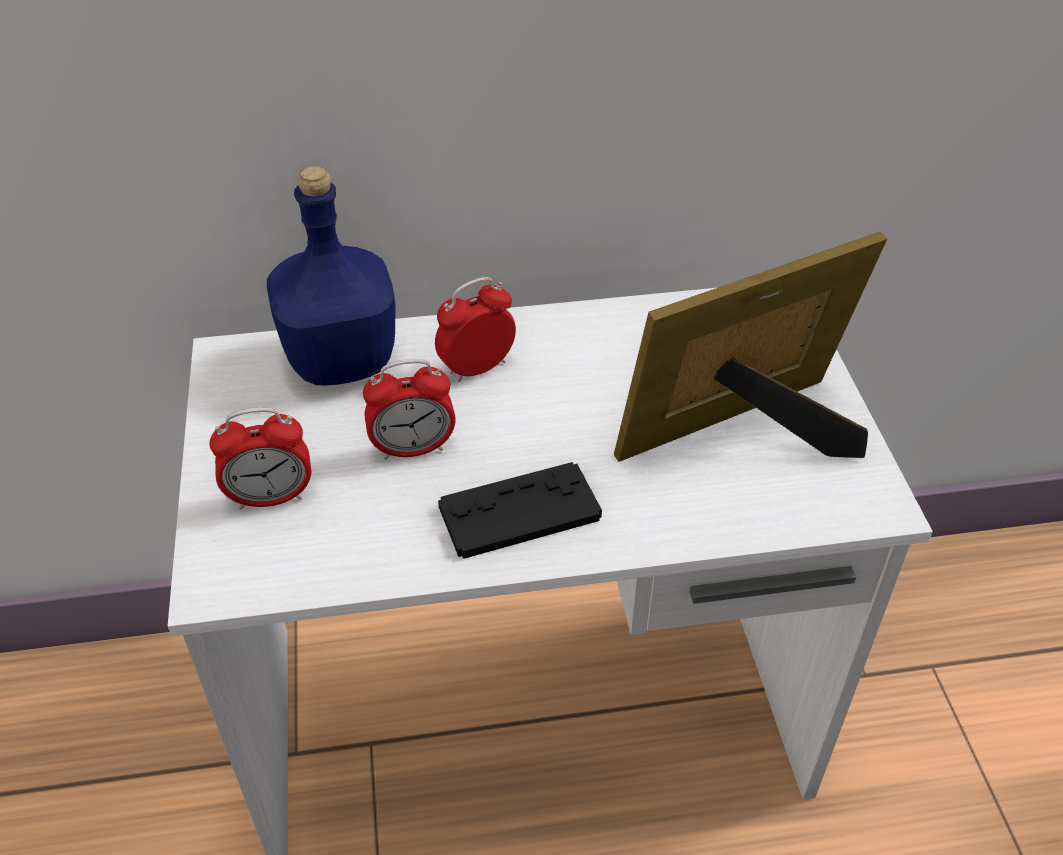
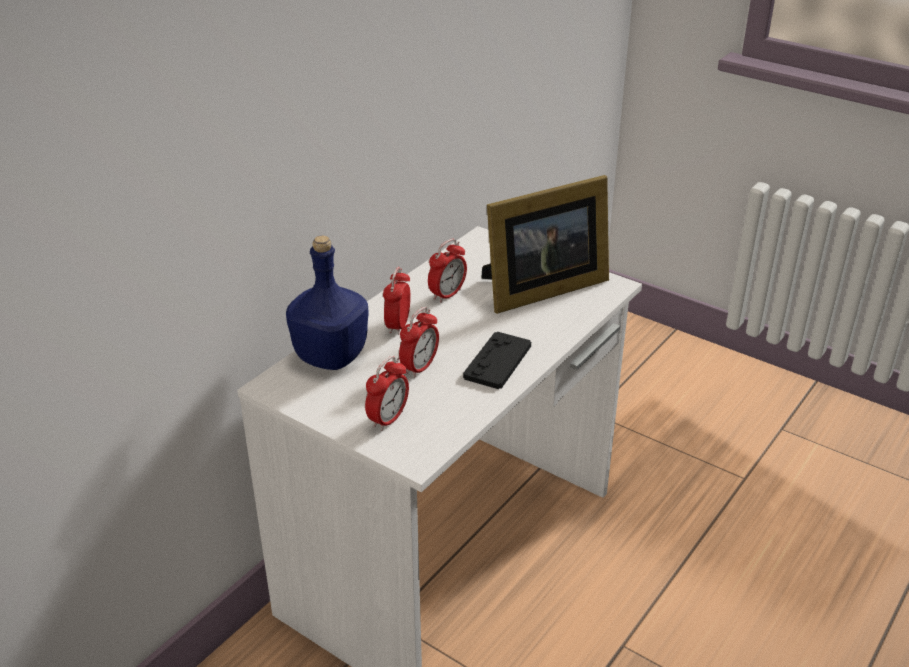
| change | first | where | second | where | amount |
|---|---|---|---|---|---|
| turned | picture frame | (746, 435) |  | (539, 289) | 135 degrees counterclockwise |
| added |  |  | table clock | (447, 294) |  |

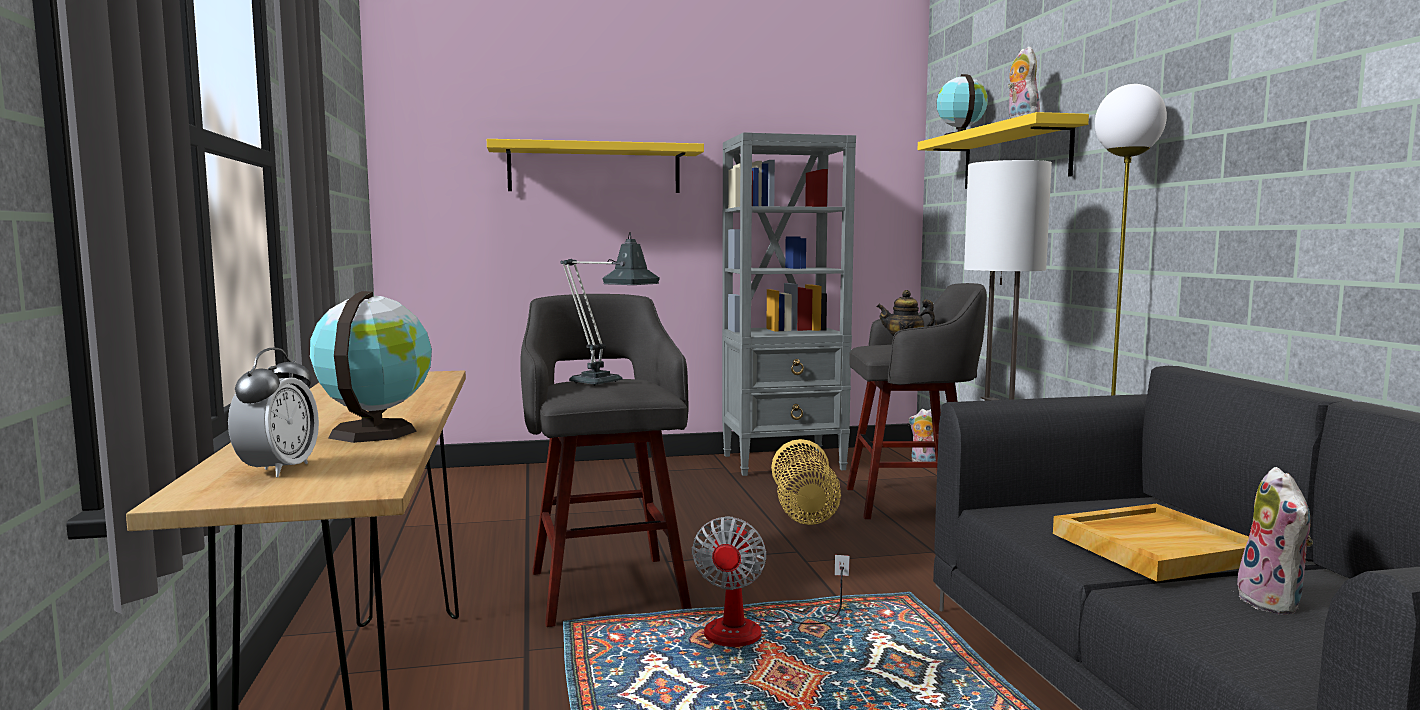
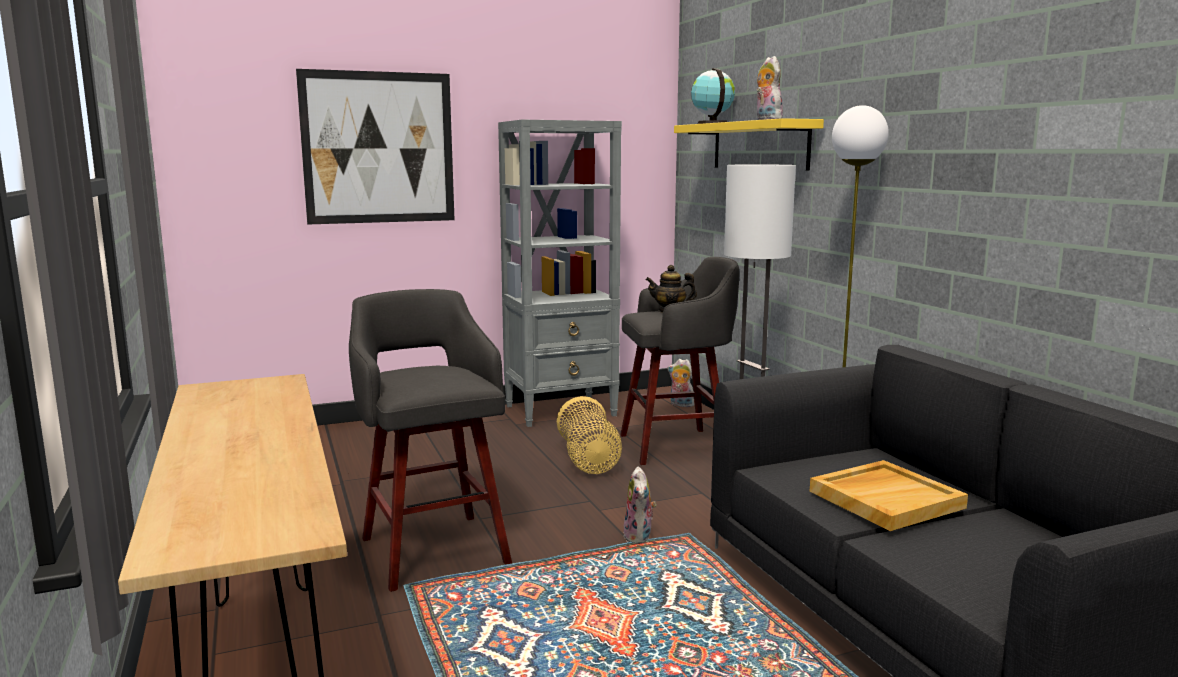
| change | first | where | second | where | amount |
|---|---|---|---|---|---|
| replaced | shelf/yellowish | (594, 169) | wall art | (379, 148) |  |
| removed | lamp for a table | (604, 383) |  |  |  |
| removed | world globe | (374, 431) |  |  |  |
| removed | table clock | (278, 470) |  |  |  |
| moved | cuddly toy | (1275, 603) |  | (639, 537) |  |
| removed | cooling fan | (752, 630) |  |  |  |

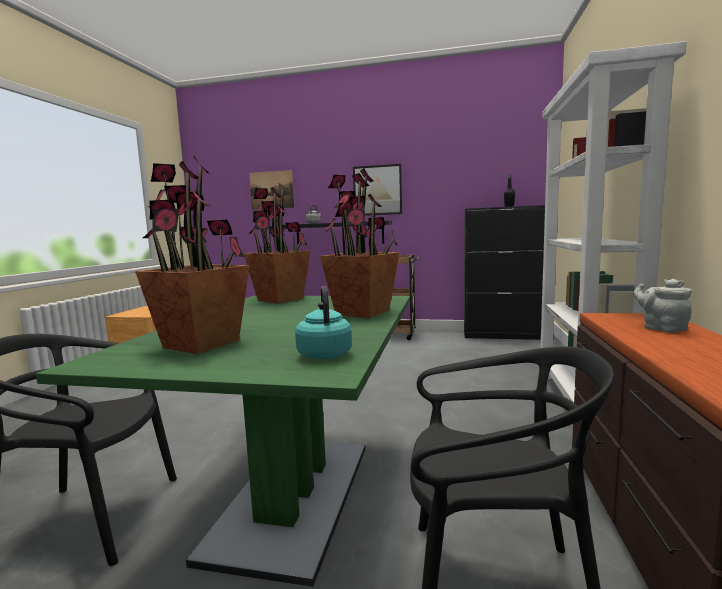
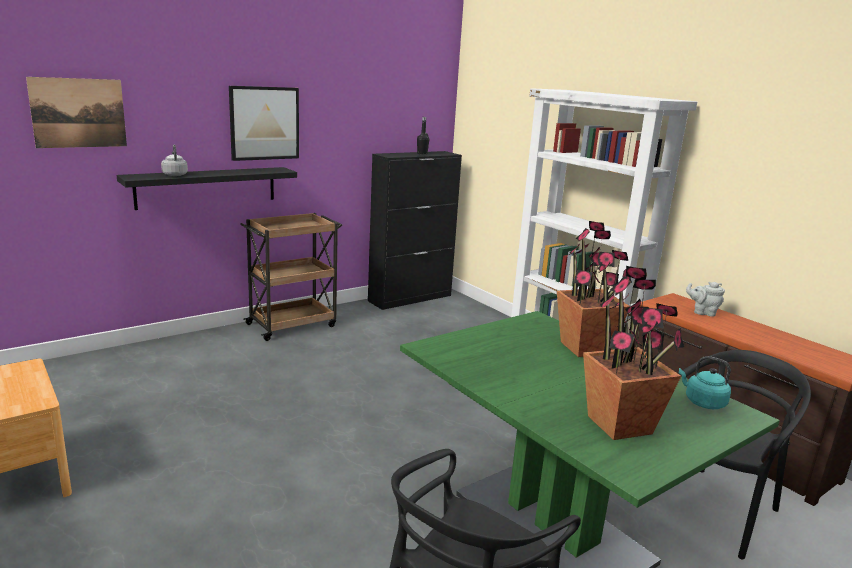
| change | first | where | second | where | amount |
|---|---|---|---|---|---|
| removed | potted plant | (280, 299) |  |  |  |

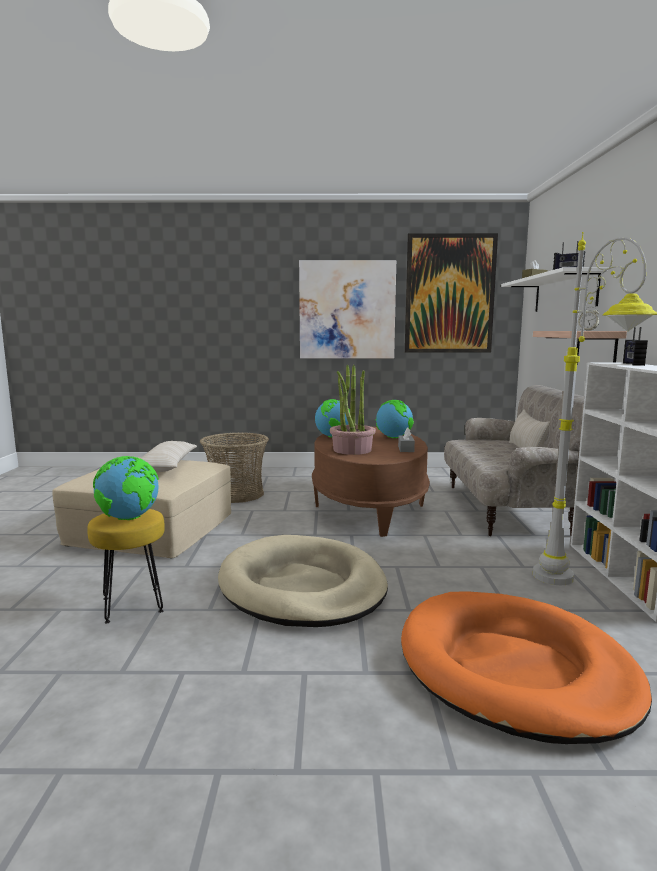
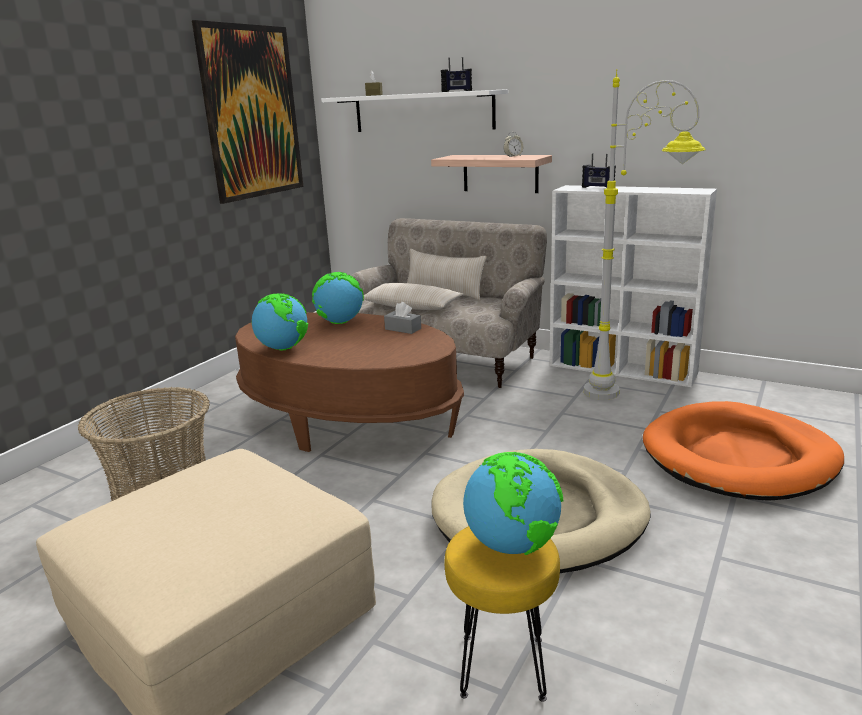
| change | first | where | second | where | amount |
|---|---|---|---|---|---|
| removed | wall art | (347, 310) |  |  |  |
| removed | potted plant | (352, 450) |  |  |  |
| moved | throw pillow/sand-coloured | (166, 466) |  | (411, 306) |  |

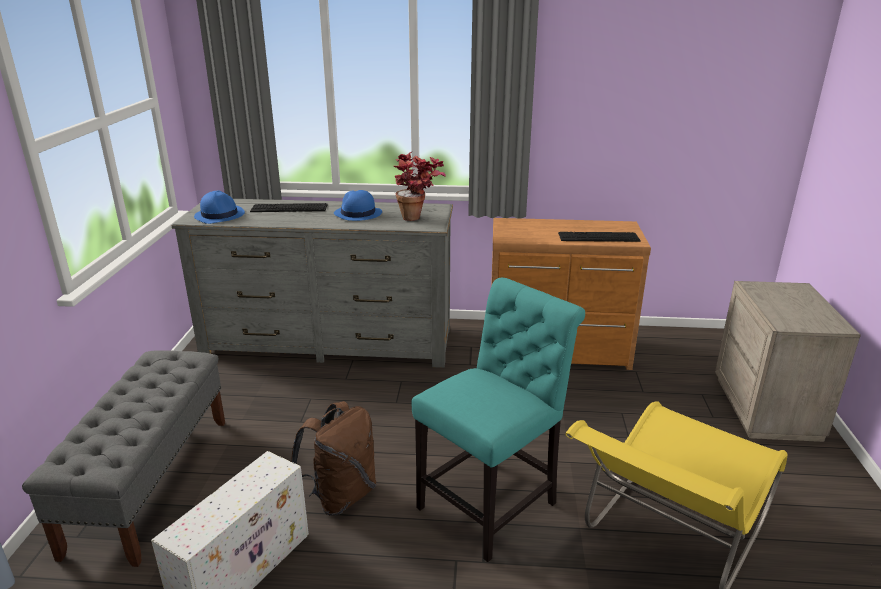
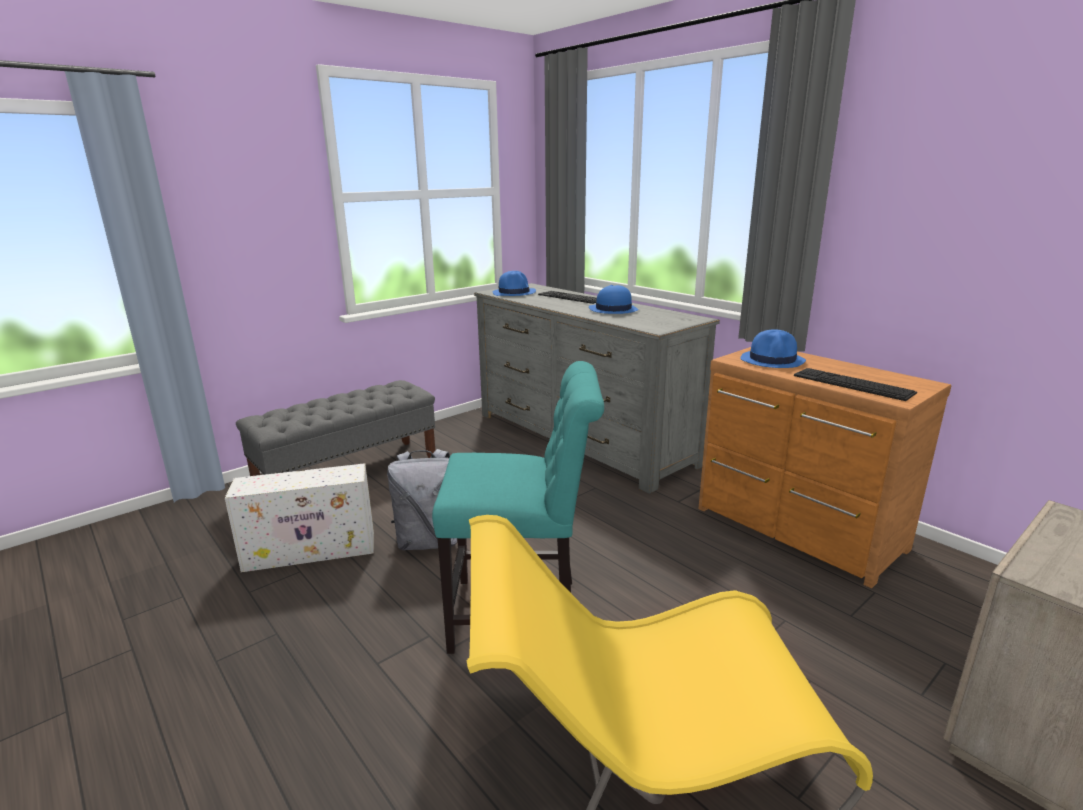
| change | first | where | second | where | amount |
|---|---|---|---|---|---|
| removed | potted plant | (418, 218) |  |  |  |
| recoloured | backpack/brown-coloured | (341, 495) | backpack/gray | (429, 541) |  |
| added |  |  | clothing hat/bluish | (772, 360) |  |

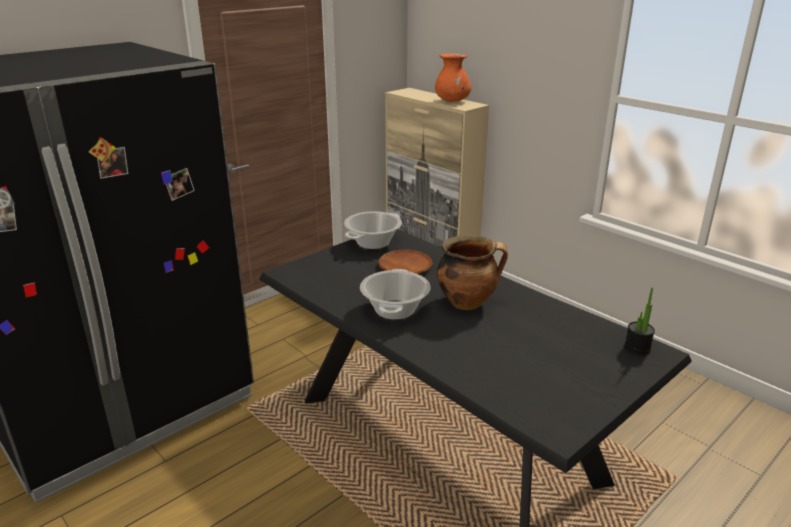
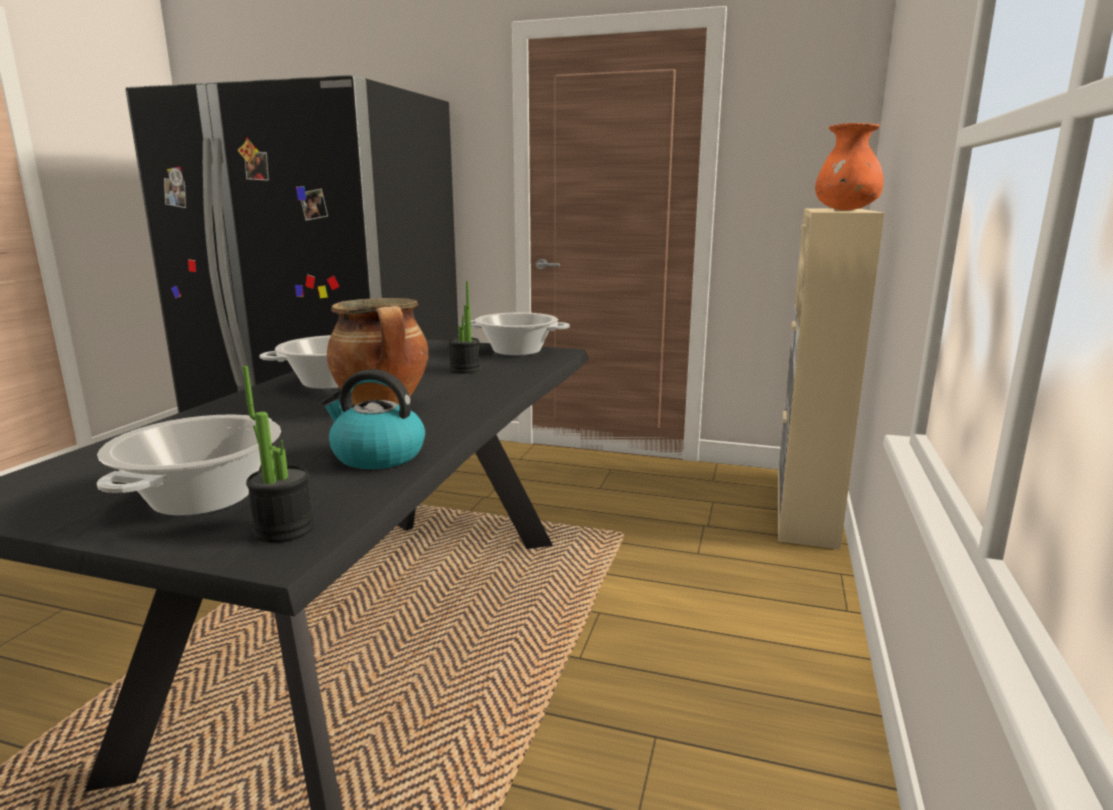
| change | first | where | second | where | amount |
|---|---|---|---|---|---|
| replaced | dinner plate/brown-coloured | (405, 266) | potted plant | (465, 369) |  |
| added |  |  | water kettle | (376, 456) |  |
| added |  |  | stockpot | (204, 498) |  |

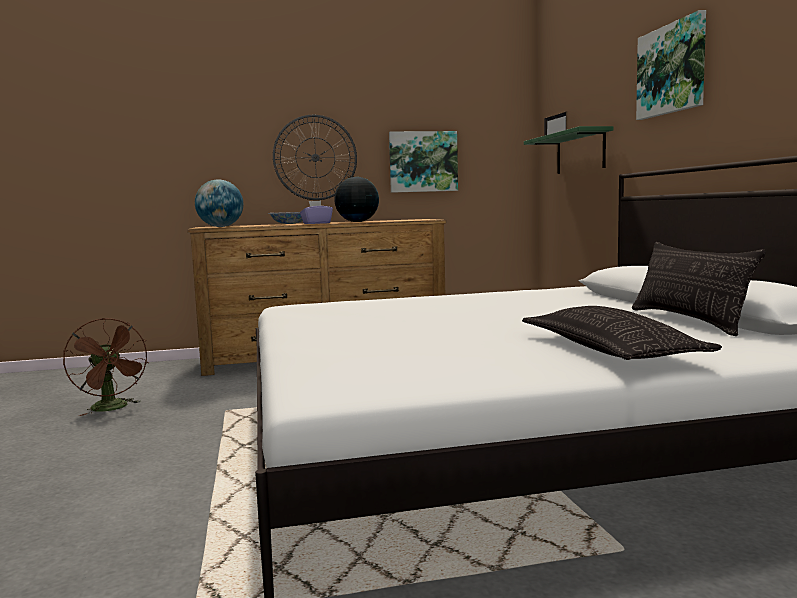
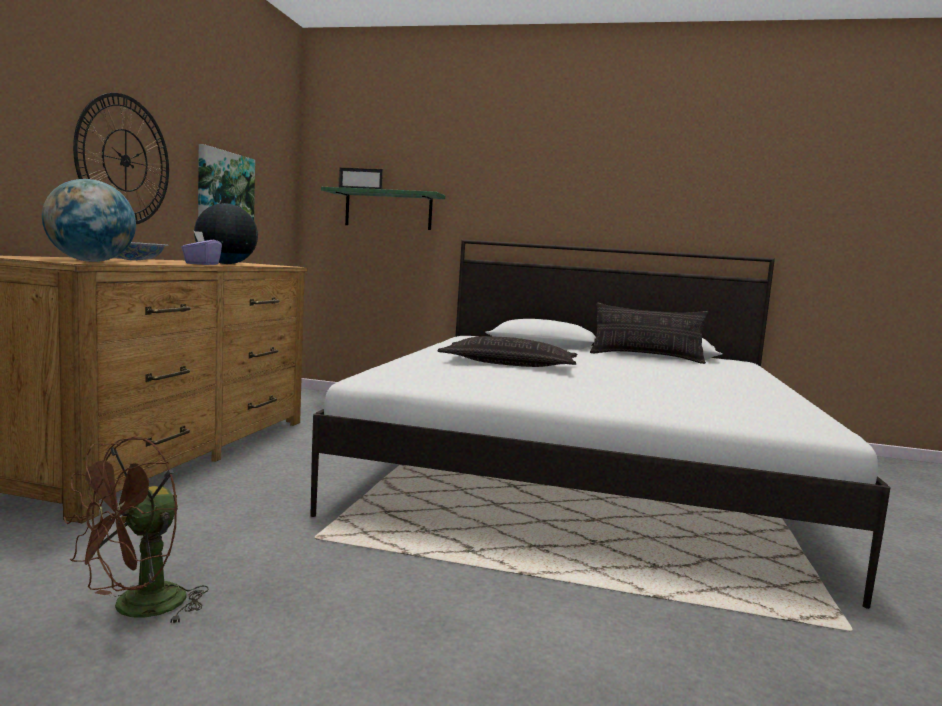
| change | first | where | second | where | amount |
|---|---|---|---|---|---|
| removed | wall art | (672, 69) |  |  |  |
| moved | throw pillow | (609, 350) |  | (509, 364) |  |
| turned | cooling fan/brown-coloured | (113, 408) |  | (137, 609) | 135 degrees clockwise |

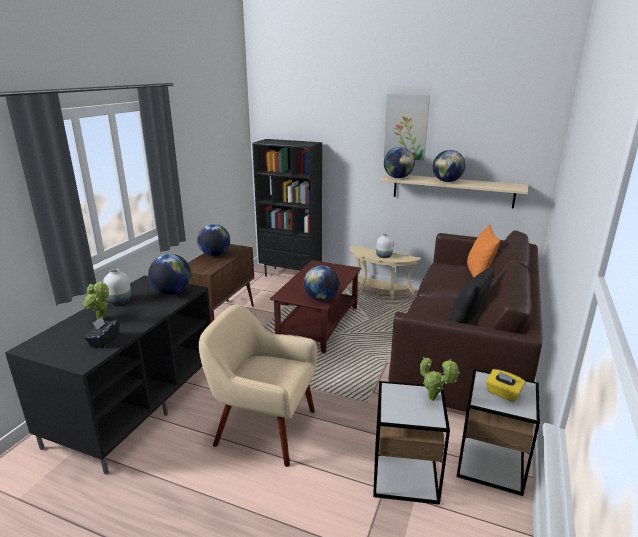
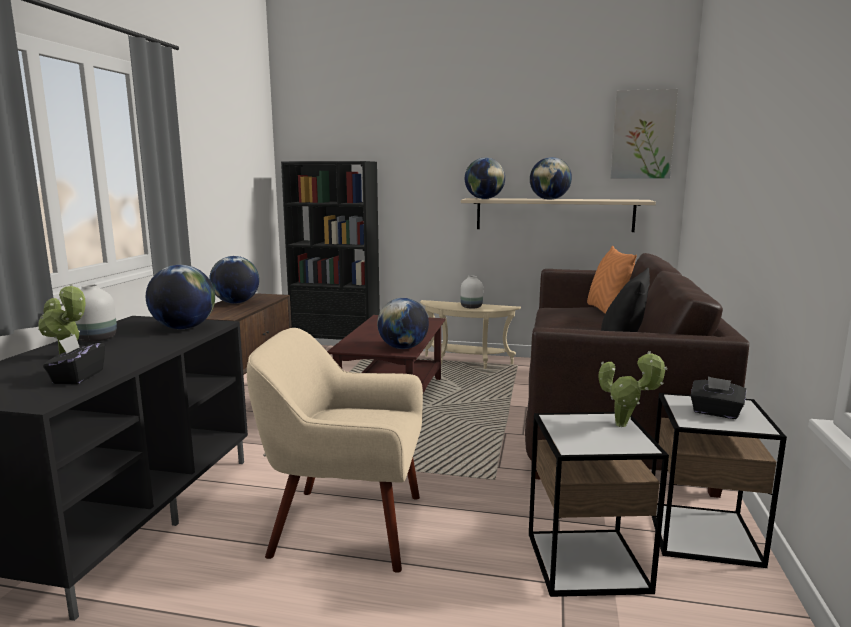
| change | first | where | second | where | amount |
|---|---|---|---|---|---|
| moved | wall art | (406, 127) |  | (642, 135) |  |
| recoloured | tissue holder/yellowish | (503, 393) | tissue holder/blackish | (715, 412) |  |

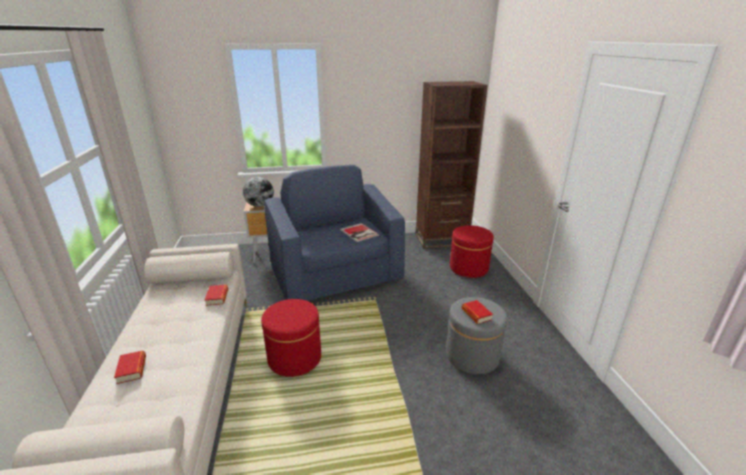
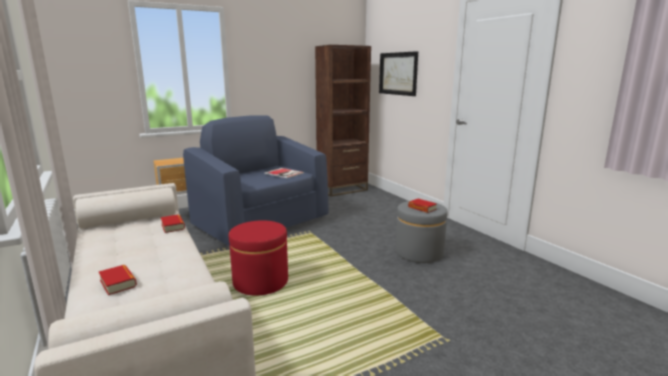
| change | first | where | second | where | amount |
|---|---|---|---|---|---|
| removed | world globe | (260, 206) |  |  |  |
| removed | footrest/red | (468, 268) |  |  |  |
| added |  |  | wall art | (398, 73) |  |

